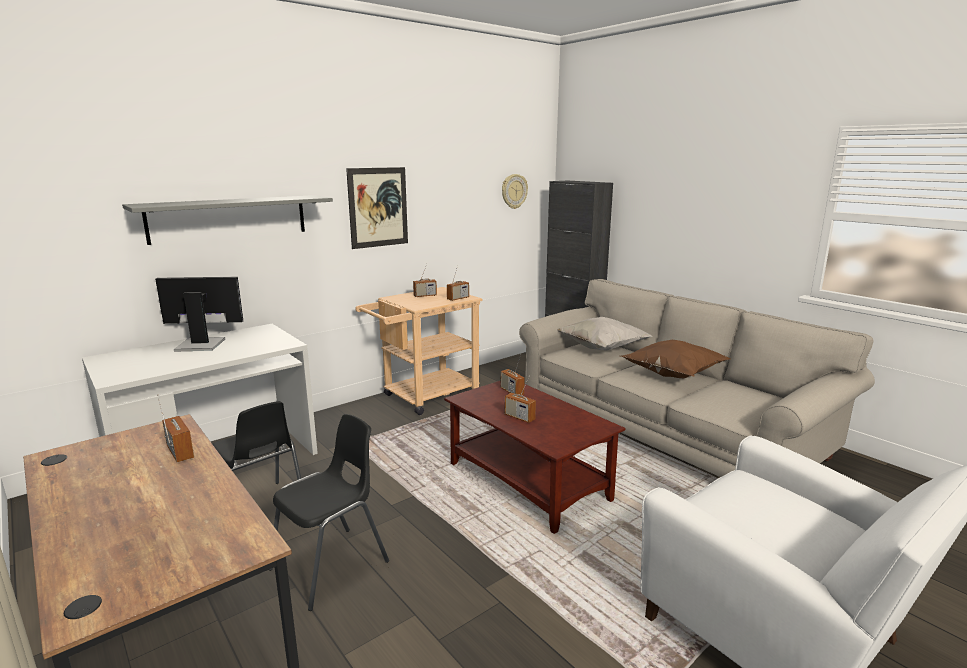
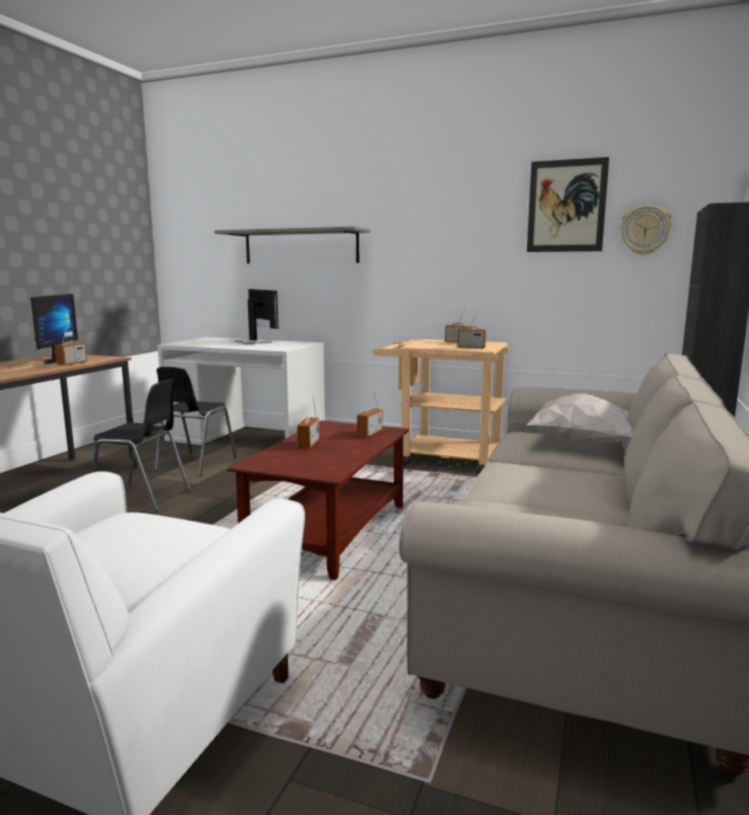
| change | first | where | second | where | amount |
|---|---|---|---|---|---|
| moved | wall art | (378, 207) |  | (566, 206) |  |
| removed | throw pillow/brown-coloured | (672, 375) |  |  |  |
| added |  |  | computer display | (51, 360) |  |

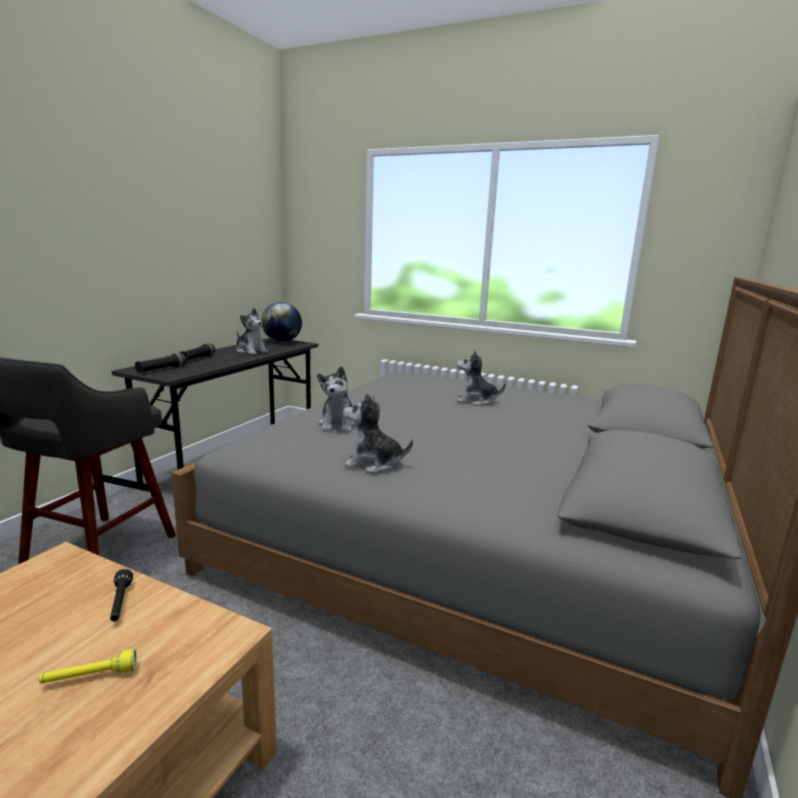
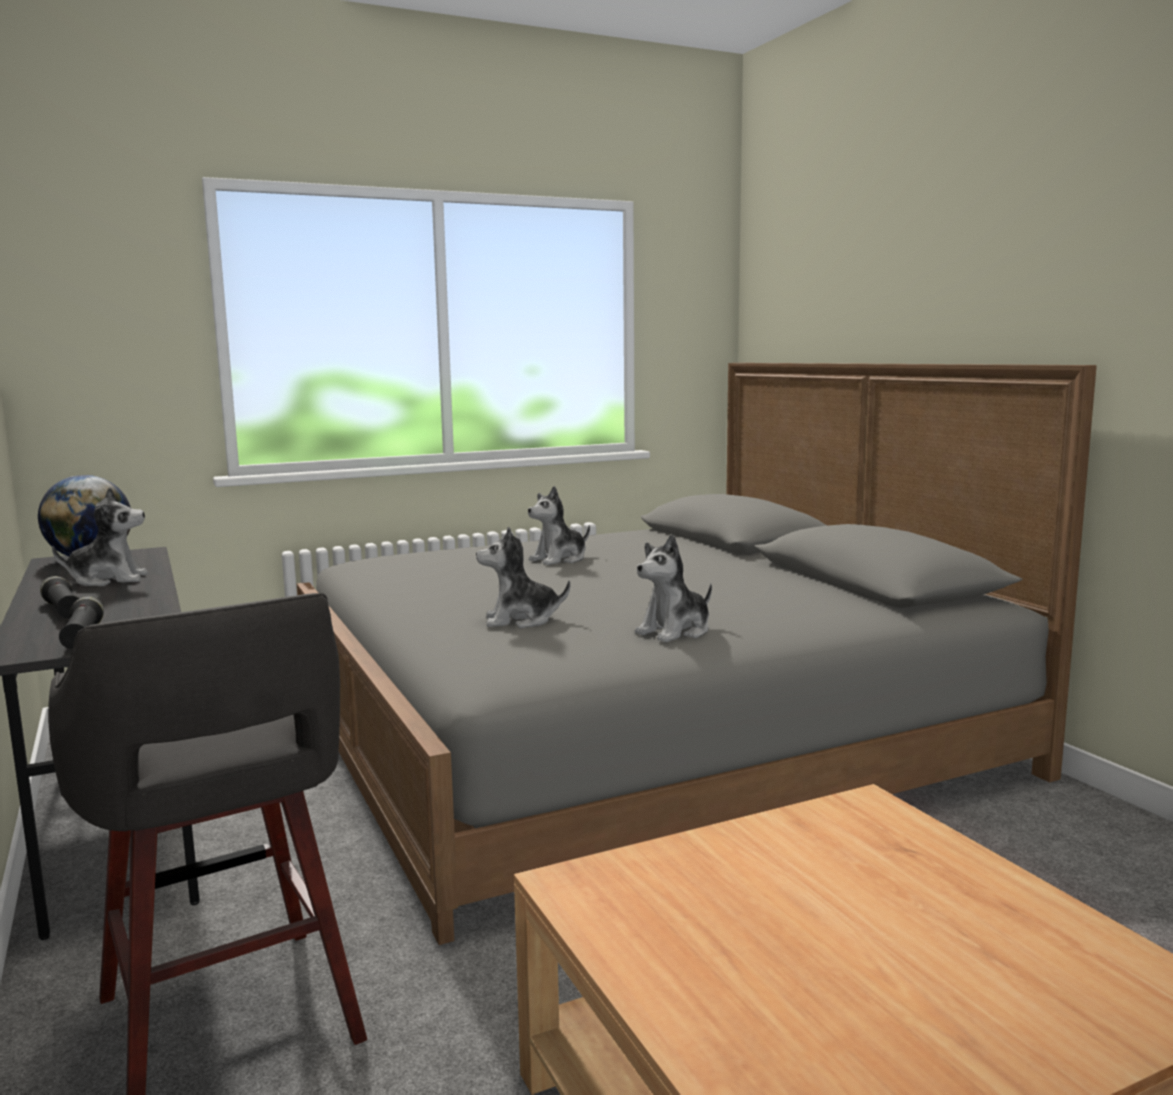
| change | first | where | second | where | amount |
|---|---|---|---|---|---|
| turned | cuddly toy | (338, 425) |  | (521, 620) | 135 degrees clockwise |
| removed | flashlight/blackish | (120, 603) |  |  |  |
| removed | flashlight/yellowish | (90, 677) |  |  |  |

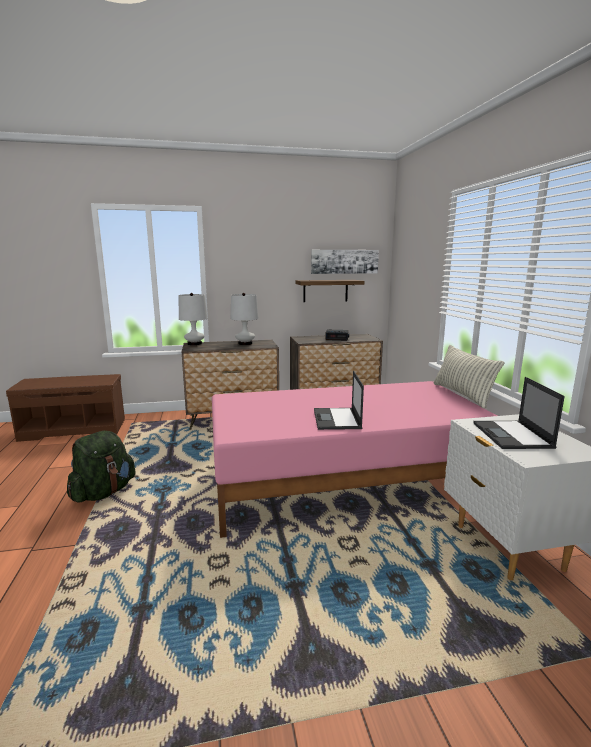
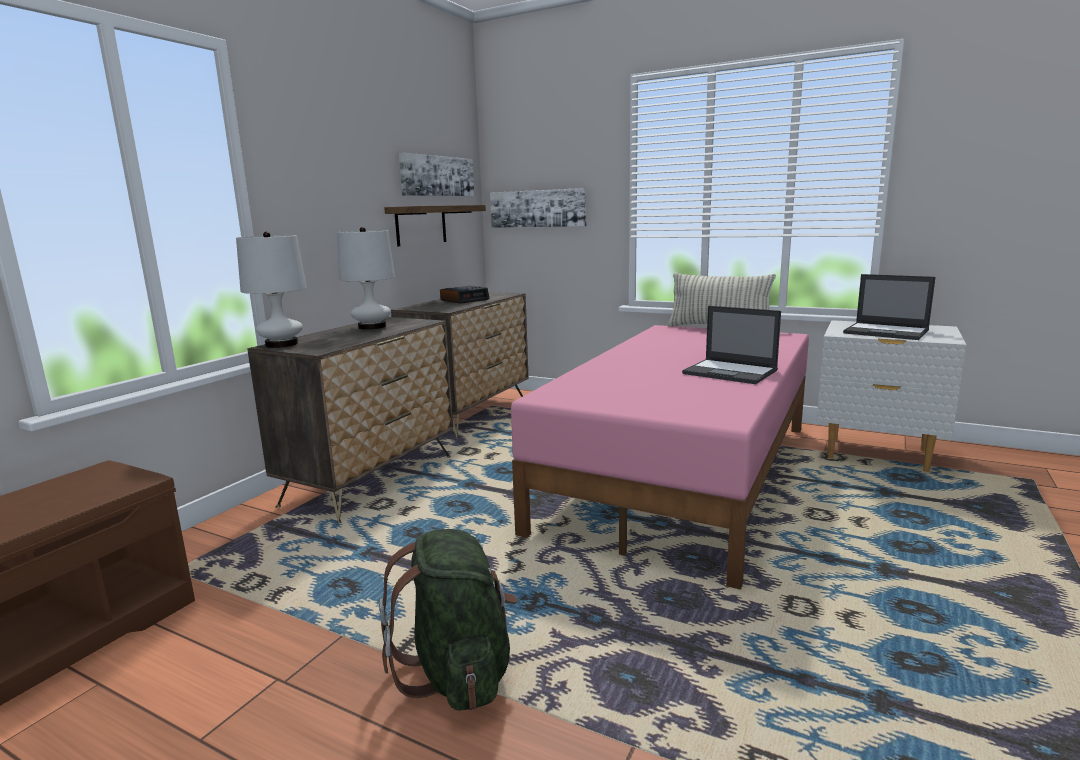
| change | first | where | second | where | amount |
|---|---|---|---|---|---|
| added |  |  | wall art | (538, 208) |  |

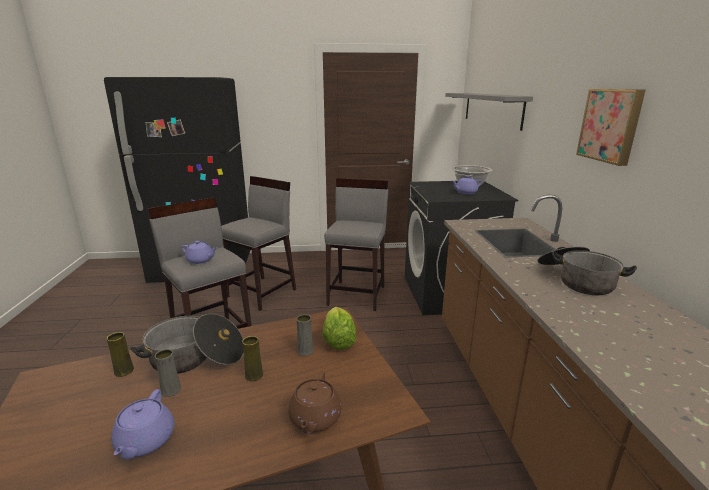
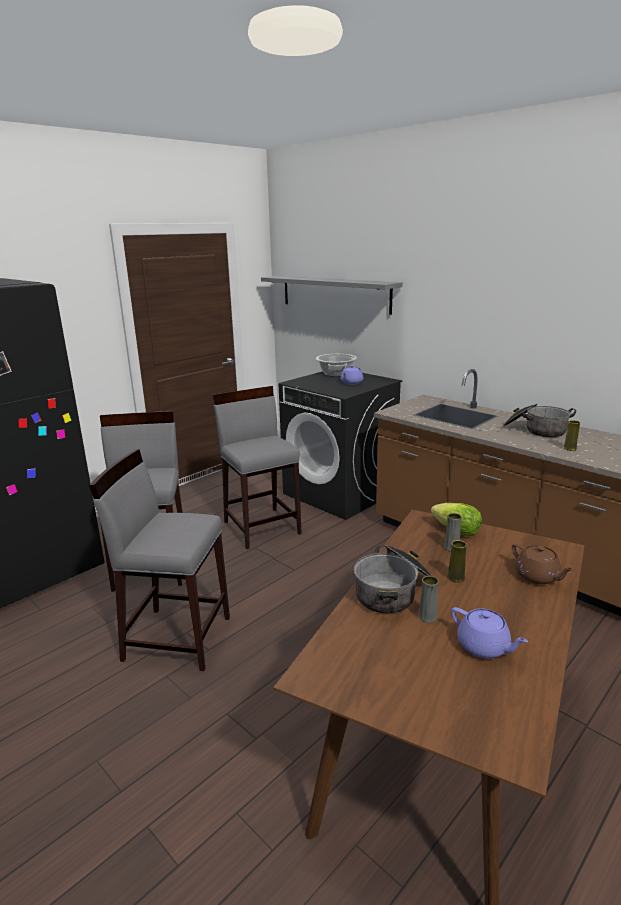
| change | first | where | second | where | amount |
|---|---|---|---|---|---|
| removed | wall art | (611, 125) |  |  |  |
| removed | tea pot/purple-coloured | (200, 260) |  |  |  |
| moved | flower vase/yellowish | (124, 371) |  | (570, 448) |  |

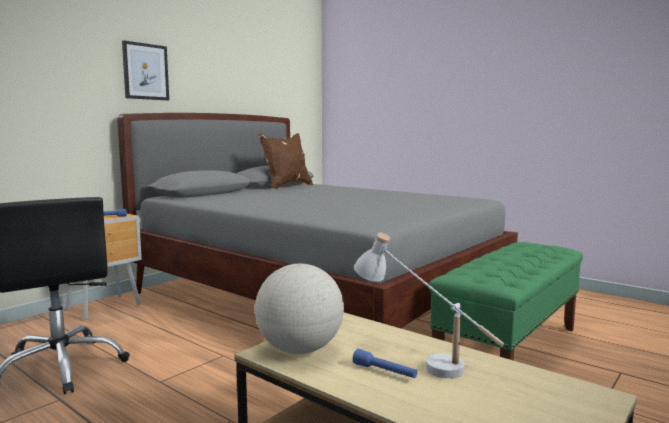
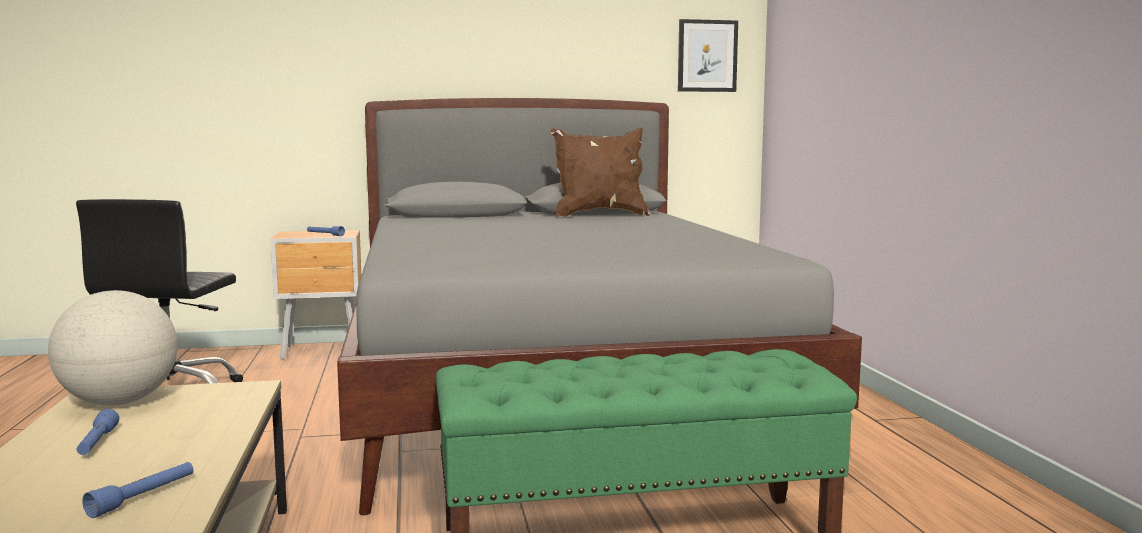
| change | first | where | second | where | amount |
|---|---|---|---|---|---|
| moved | wall art | (145, 71) |  | (707, 56) |  |
| removed | lamp for a table/whitish | (421, 360) |  |  |  |
| added |  |  | flashlight/bluish | (143, 497) |  |

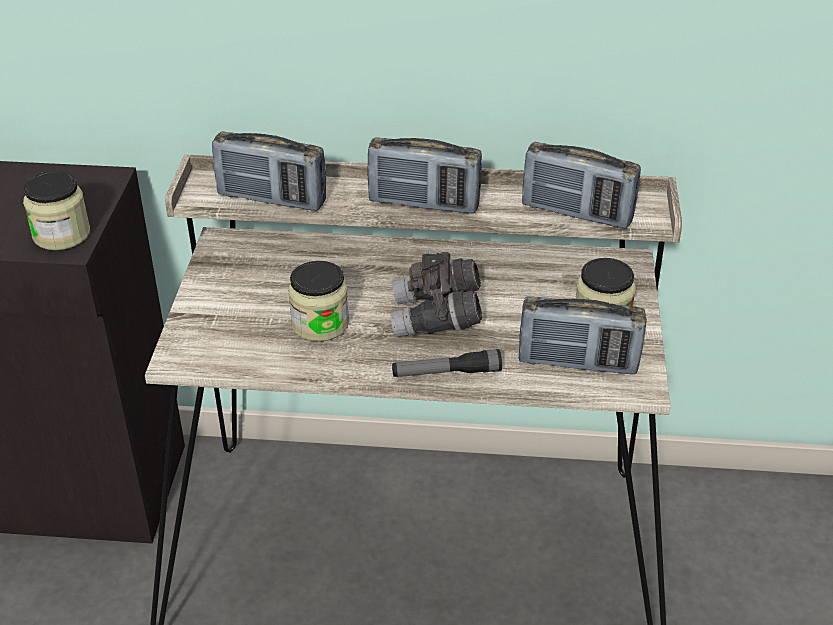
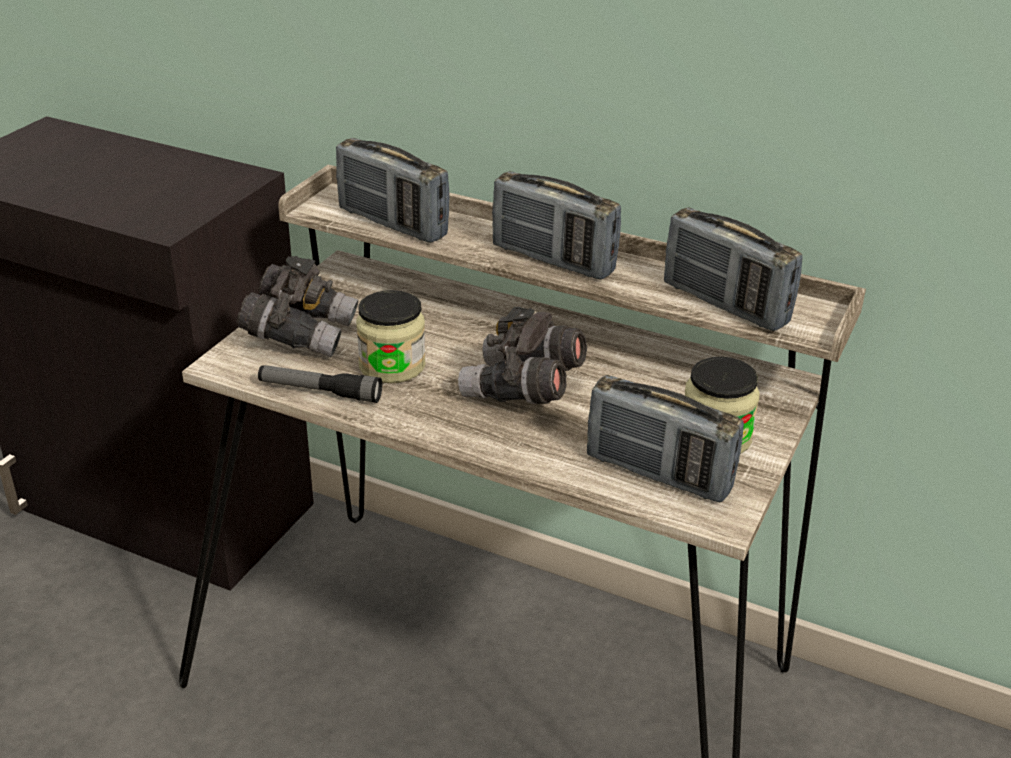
| change | first | where | second | where | amount |
|---|---|---|---|---|---|
| removed | preserve jar | (61, 235) |  |  |  |
| moved | flashlight | (446, 373) |  | (320, 392) |  |
| added |  |  | pair of binoculars/gray | (300, 333) |  |

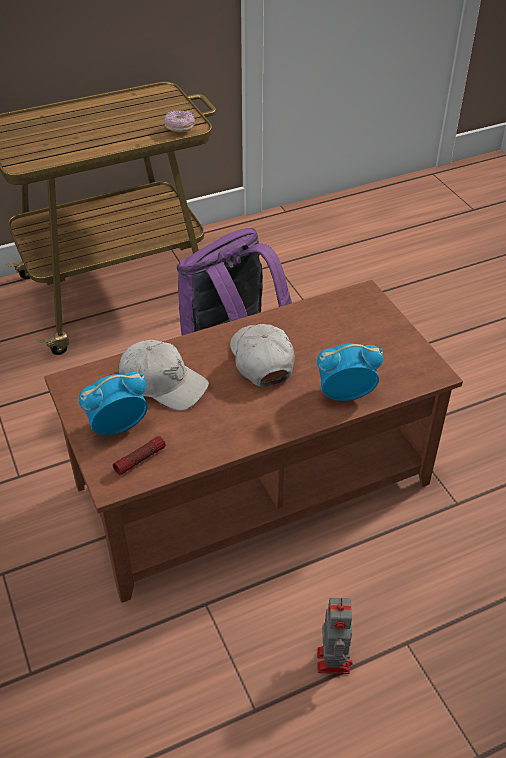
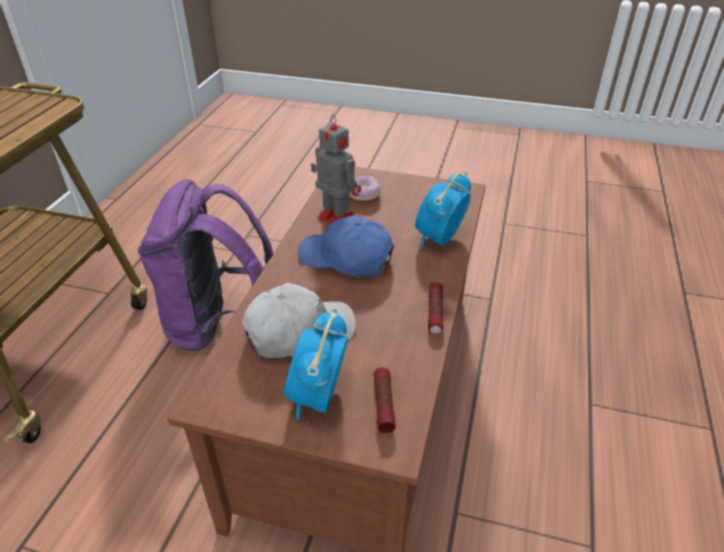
| change | first | where | second | where | amount |
|---|---|---|---|---|---|
| moved | doughnut | (179, 128) |  | (364, 195) |  |
| recoloured | peaked cap/whitish | (261, 360) | peaked cap/bluish | (346, 258) |  |
| moved | robot figure | (333, 658) |  | (335, 216) |  |
| added |  |  | flashlight | (435, 313) |  |

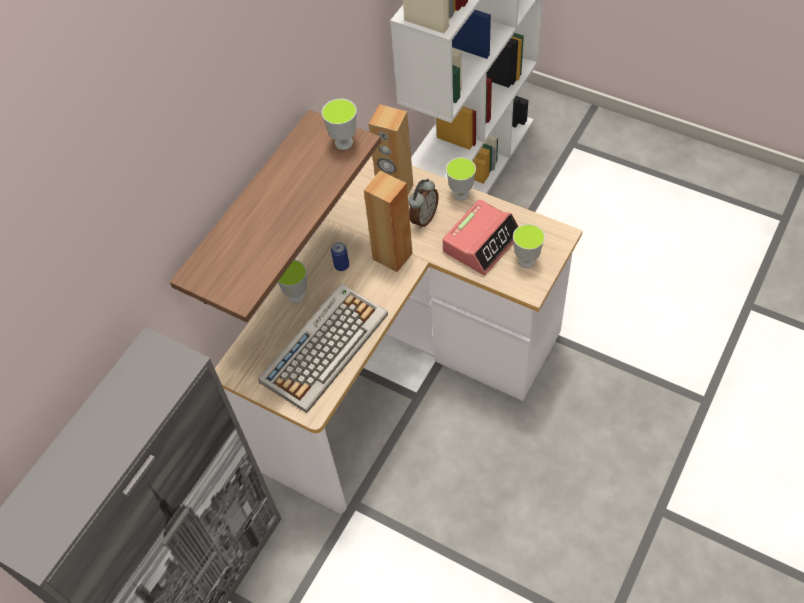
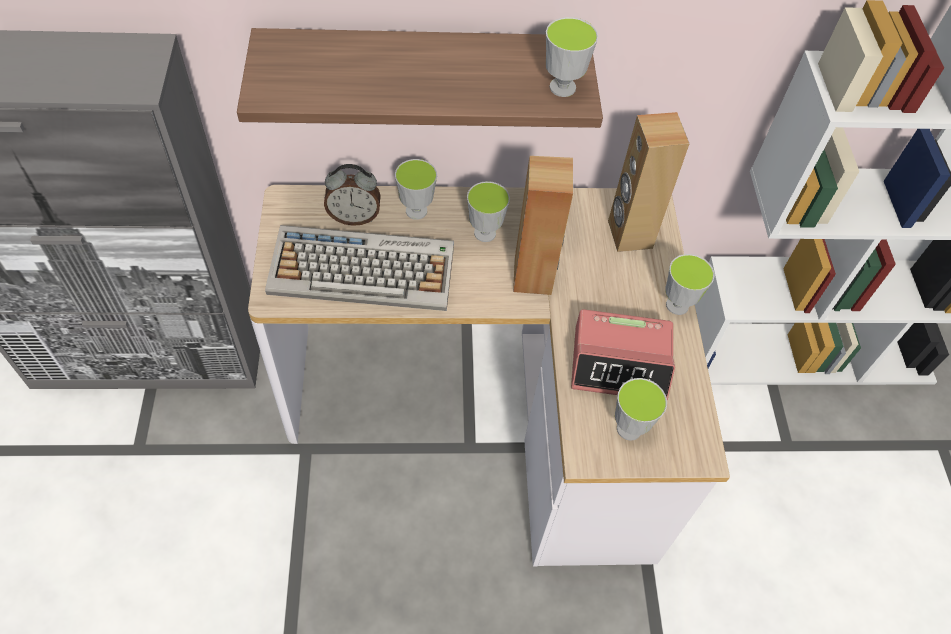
| change | first | where | second | where | amount |
|---|---|---|---|---|---|
| moved | table clock | (423, 218) |  | (354, 217) |  |
| replaced | can | (341, 266) | drinking cup | (485, 233) |  |

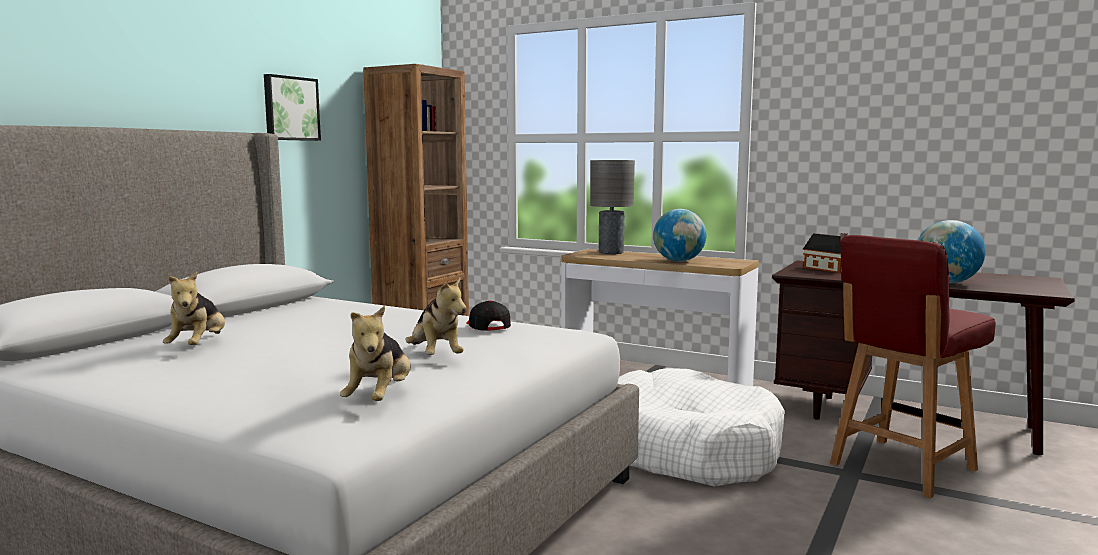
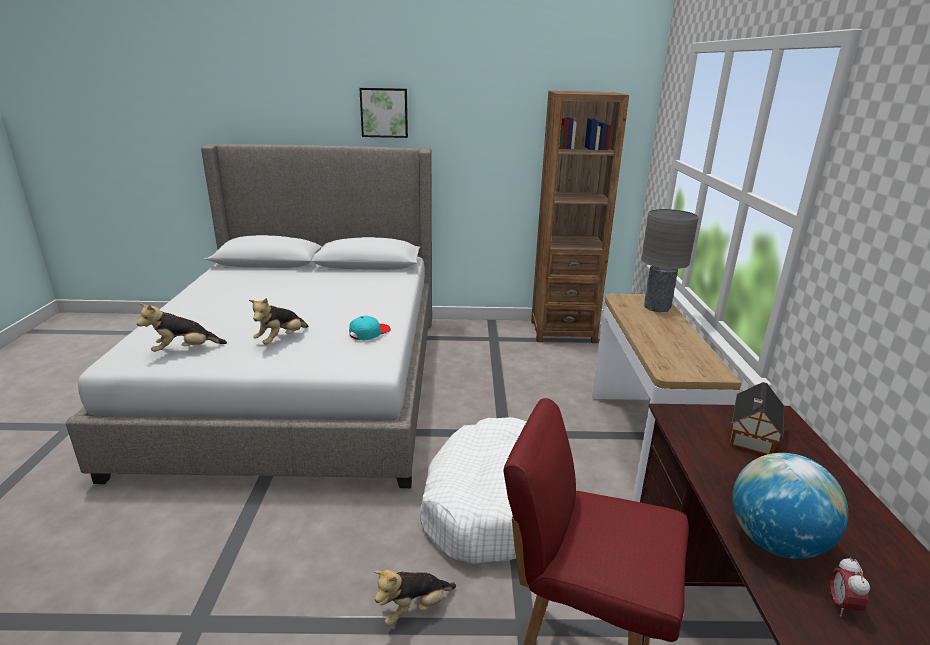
| change | first | where | second | where | amount |
|---|---|---|---|---|---|
| moved | wall art | (290, 108) |  | (384, 112) |  |
| removed | world globe | (679, 261) |  |  |  |
| moved | cuddly toy | (198, 346) |  | (414, 608) |  |
| recoloured | peaked cap/blackish | (487, 326) | peaked cap/turquoise | (369, 333) |  |
| added |  |  | table clock | (841, 605) |  |

